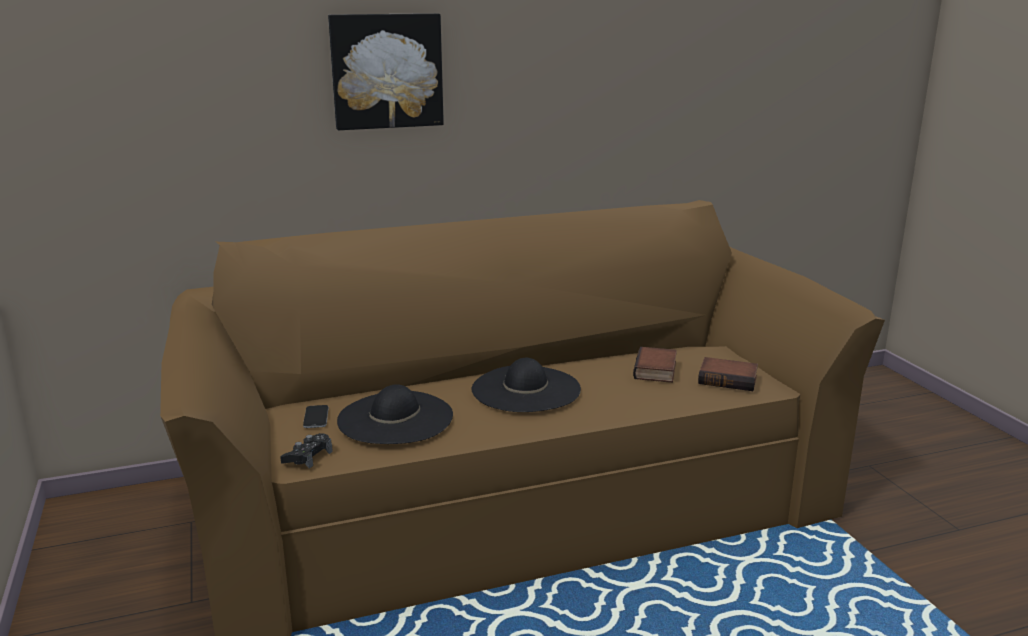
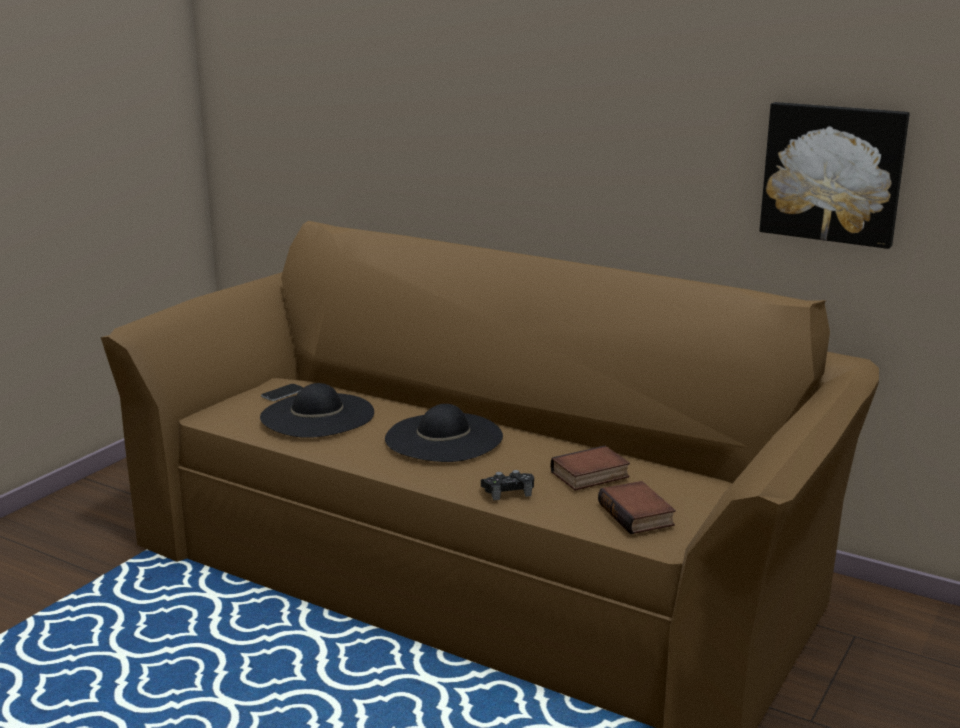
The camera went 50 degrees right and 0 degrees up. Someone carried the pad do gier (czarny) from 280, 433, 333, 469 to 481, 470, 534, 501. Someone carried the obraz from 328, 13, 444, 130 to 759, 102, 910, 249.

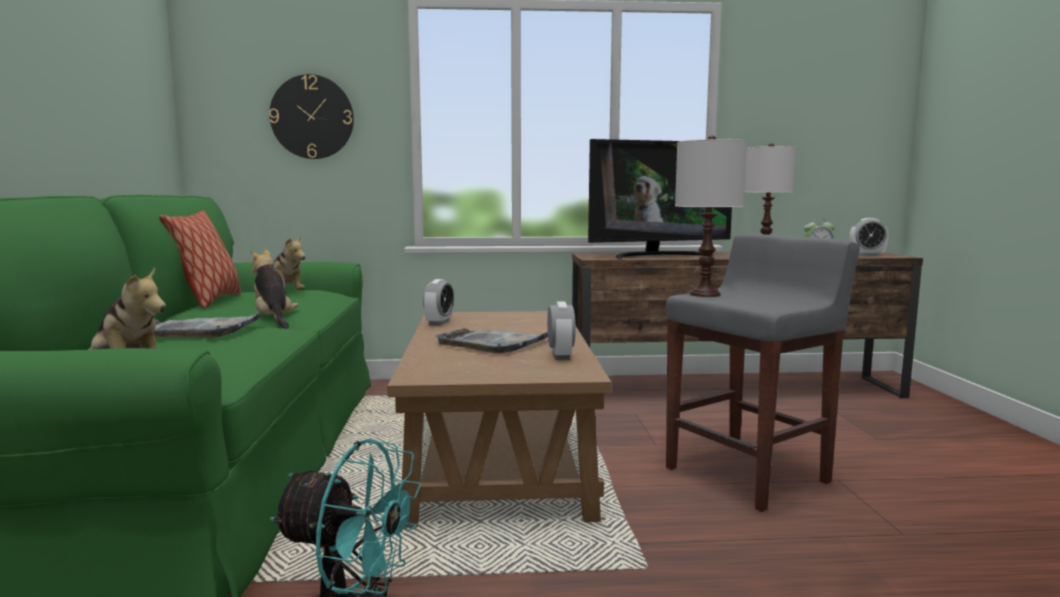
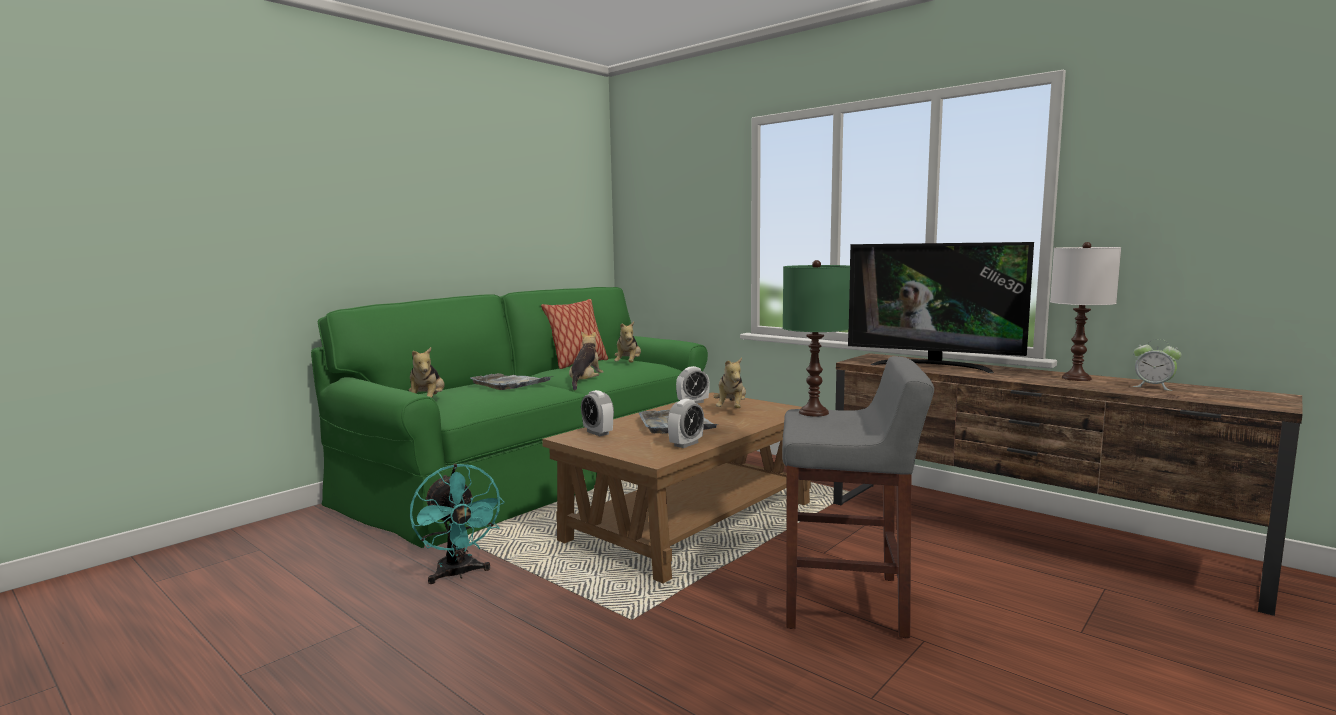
The camera went 45 degrees right and 0 degrees up. Someone took away the zegar ścienny at 269, 74, 354, 159. Someone put down the pluszak at 714, 357, 746, 408. Someone carried the budzik from 849, 218, 888, 256 to 581, 390, 614, 436. Someone repainted the lampa stołowa (biały) at 675, 135, 747, 297, which became the lampa stołowa (zielony) at 783, 260, 850, 416.

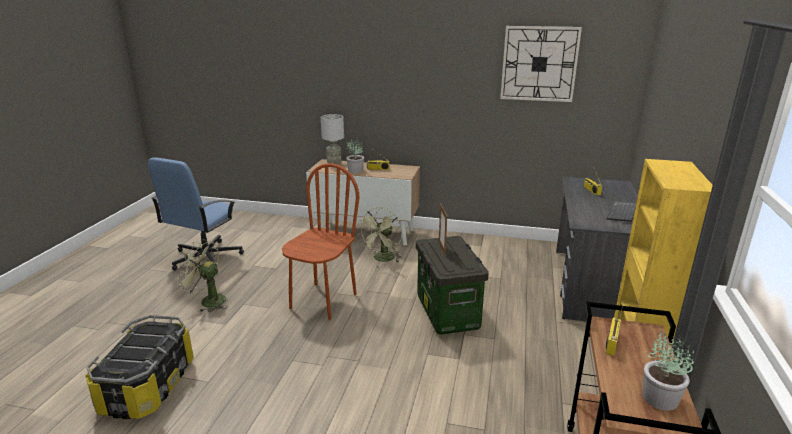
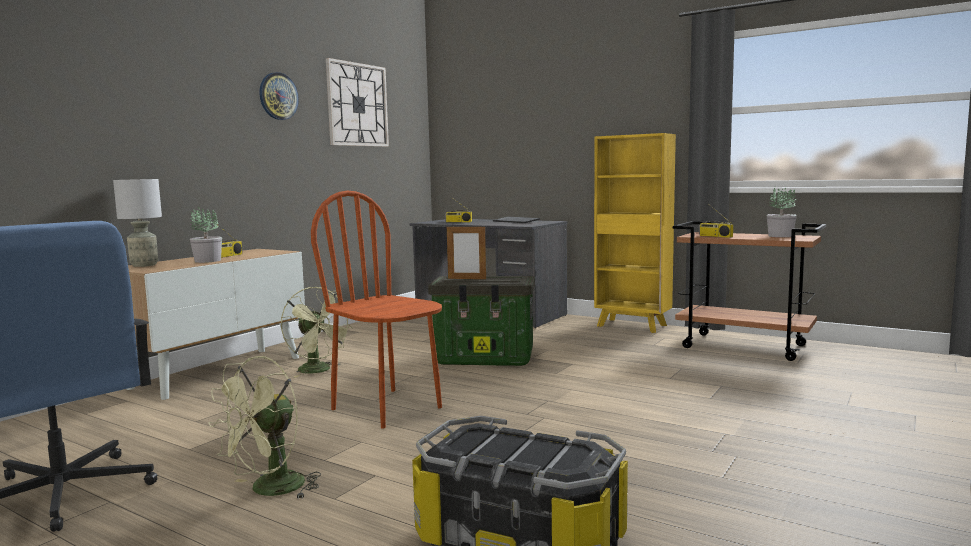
The camera went 70 degrees left and 15 degrees down. Someone put up the zegar ścienny at 259, 72, 299, 120.

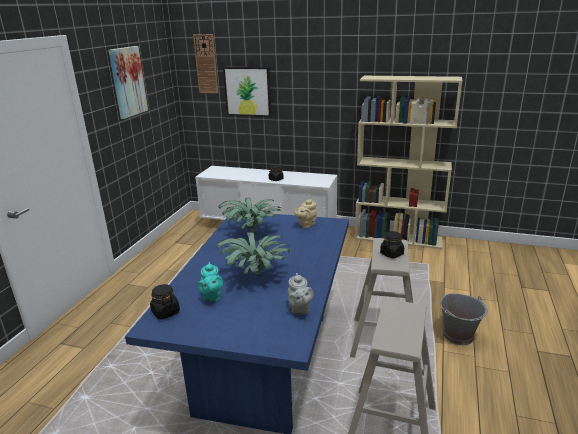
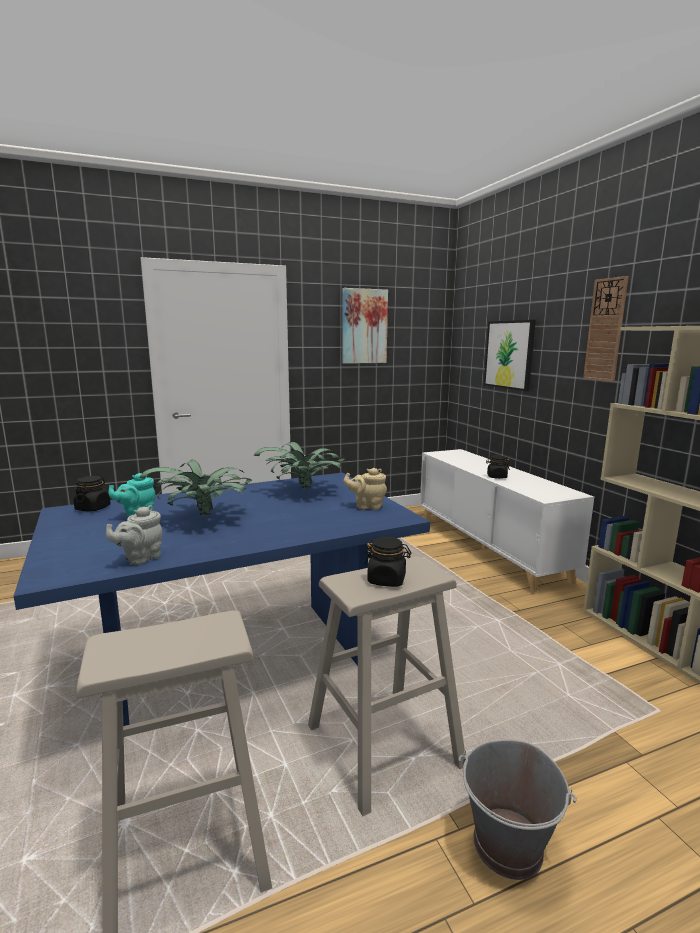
The camera went 50 degrees right and 10 degrees down. Someone carried the zegar ścienny from 193, 34, 218, 93 to 583, 276, 629, 382.

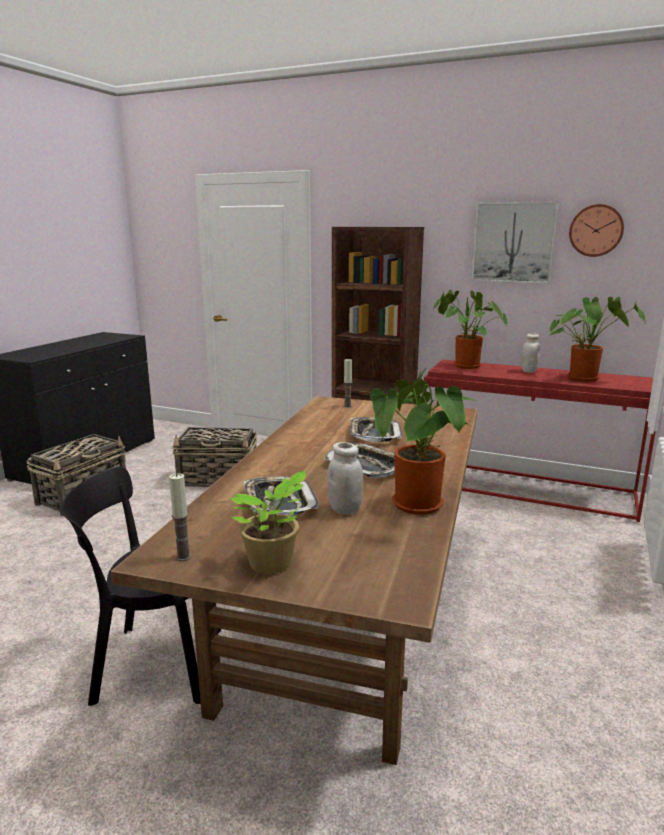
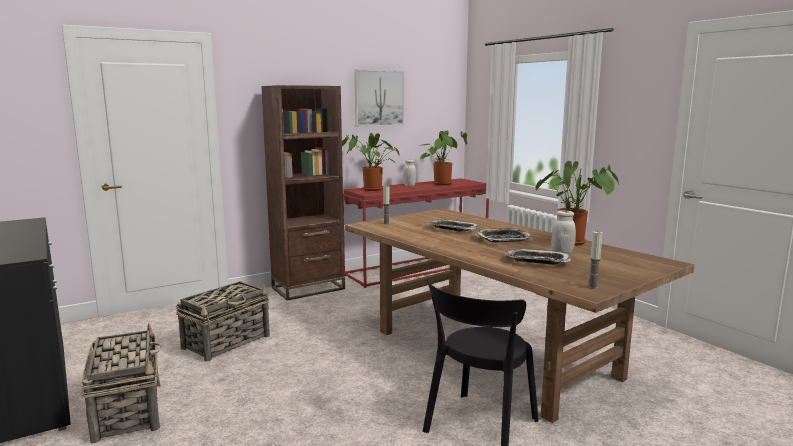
The camera went 55 degrees left and 5 degrees down. Someone took away the roślina doniczkowa at 230, 470, 306, 574. Someone took away the zegar ścienny at 569, 204, 624, 257.

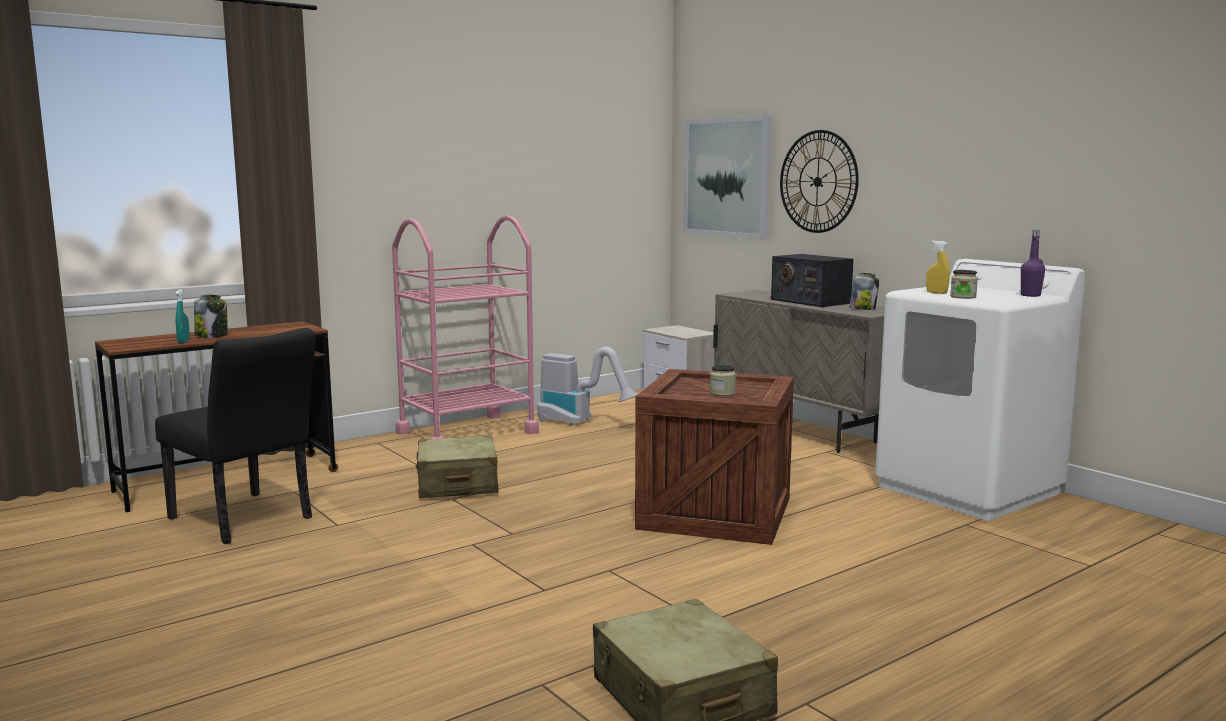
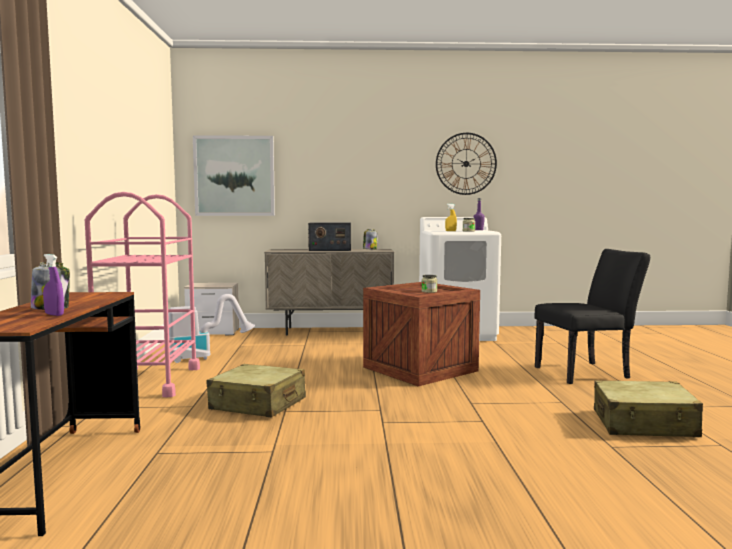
The camera went 55 degrees left and 5 degrees down. Someone carried the krzesło (czarny) from 155, 328, 316, 544 to 535, 249, 650, 384. Someone carried the zegar ścienny from 780, 130, 859, 233 to 436, 133, 497, 195. Someone repainted the spryskiwacz (turkusowy) at 176, 289, 190, 343, which became the spryskiwacz (fioletowy) at 43, 254, 64, 316.

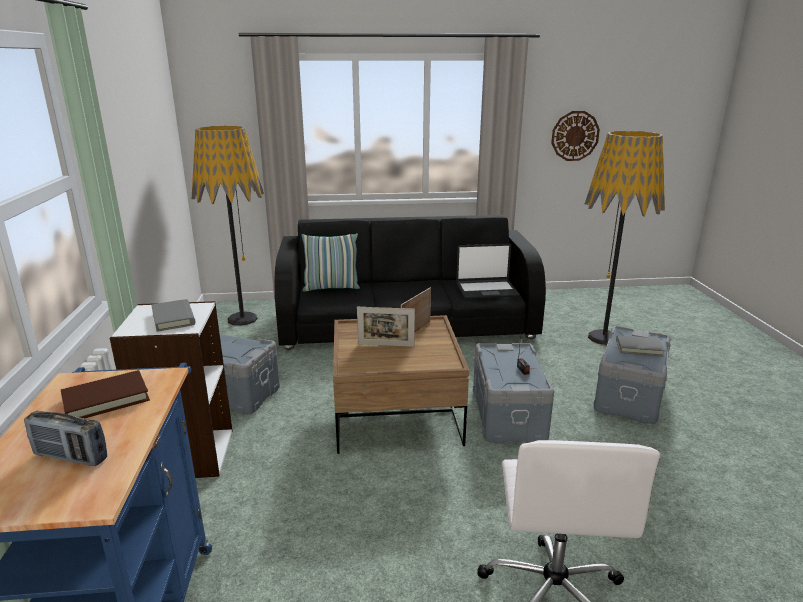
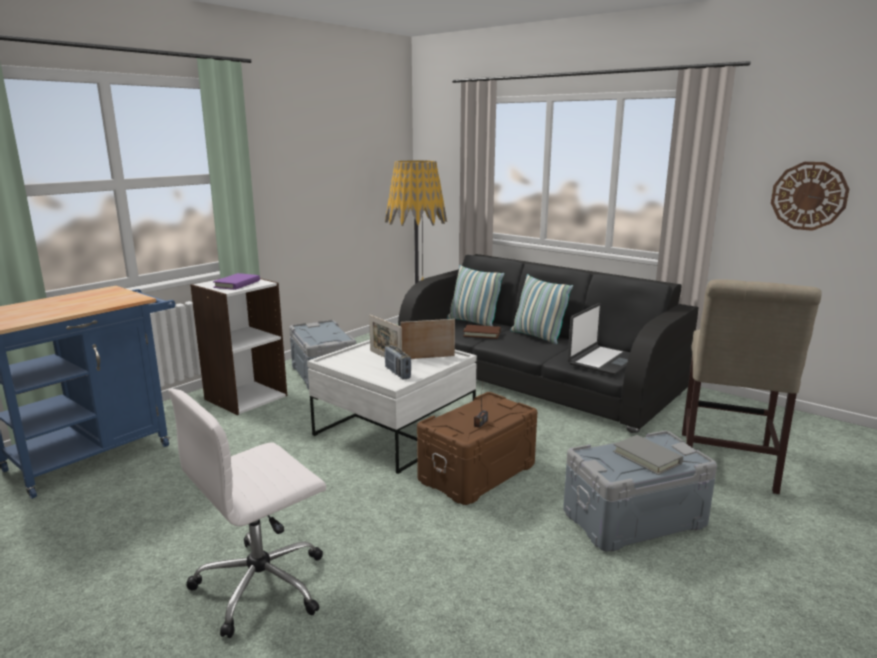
The camera went 45 degrees right and 5 degrees down. Someone put down the poduszka at 511, 274, 573, 344. Someone carried the radio from 24, 411, 107, 466 to 385, 345, 411, 379. Someone carried the książka (brązowy) from 61, 370, 150, 418 to 463, 325, 501, 339. Someone swapped the lampa stojąca at 585, 131, 665, 345 for the krzesło (beżowy) at 682, 279, 822, 494. Someone repainted the książka (szary) at 151, 299, 195, 332, which became the książka (fioletowy) at 213, 273, 260, 290. Someone repainted the ława (brązowy) at 333, 315, 469, 454, which became the ława (biały) at 307, 340, 477, 474. Someone repainted the pojemnik do przechowywania (szary) at 473, 343, 554, 443, which became the pojemnik do przechowywania (brązowy) at 417, 392, 537, 505. Someone rotated the laptop at 456, 243, 519, 299 by 90 degrees counterclockwise.

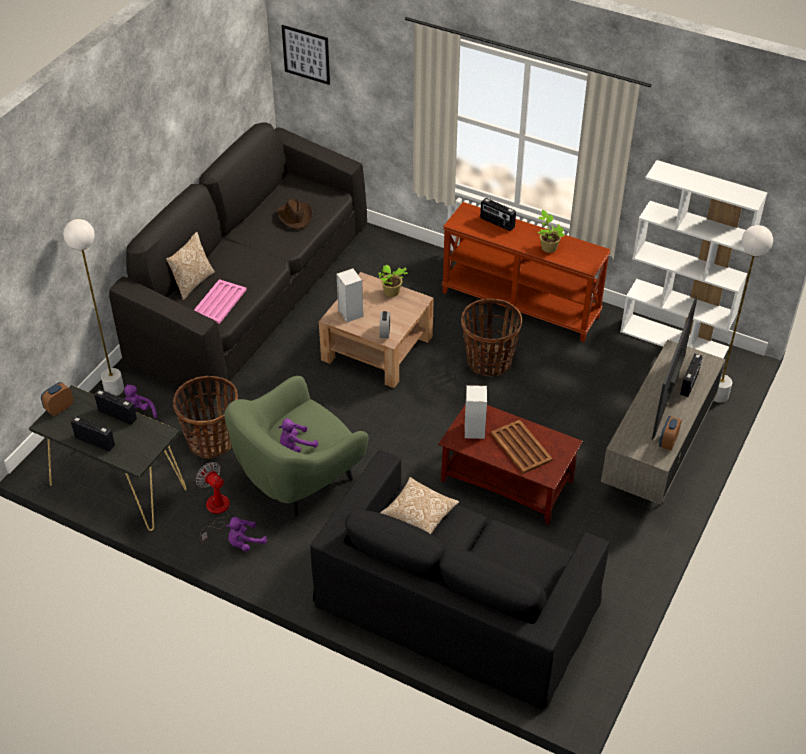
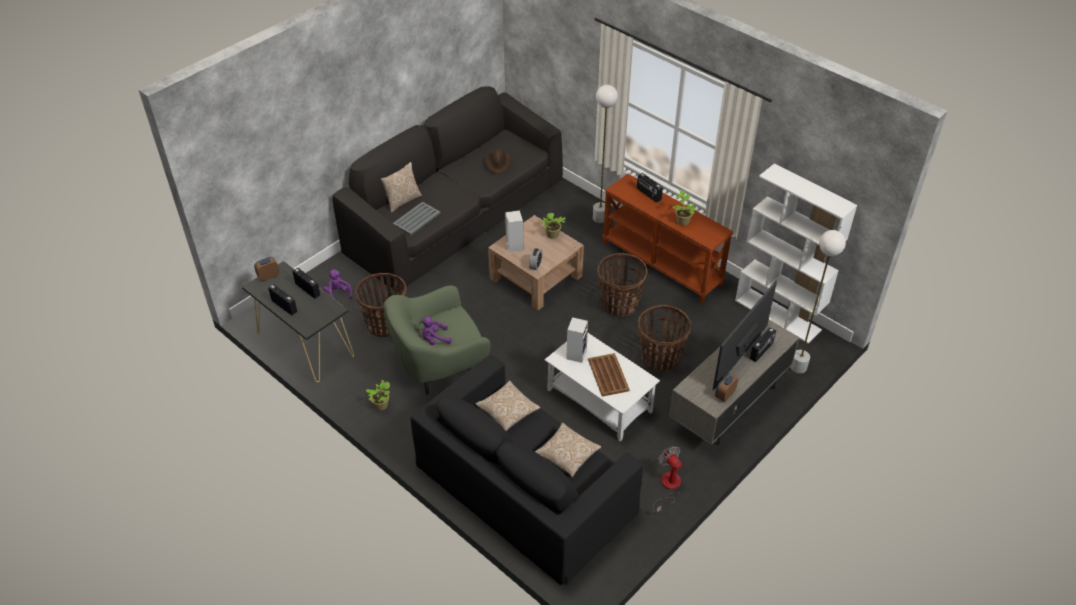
The camera went 15 degrees right and 0 degrees up. Someone took away the obraz at 281, 25, 330, 85. Someone put down the poduszka at 535, 422, 601, 477. Someone put down the koszyk at 638, 305, 691, 371. Someone carried the lampa stojąca (biały) from 63, 219, 124, 396 to 593, 85, 618, 223. Someone carried the wentylator from 196, 462, 230, 543 to 653, 446, 682, 513. Someone swapped the pluszak (fioletowy) at 226, 517, 267, 552 for the roślina doniczkowa at 365, 380, 390, 410. Someone repainted the taca (różowy) at 194, 279, 247, 324, which became the taca (szary) at 393, 202, 440, 235. Someone repainted the ława (brązowy) at 438, 404, 583, 525, which became the ława (biały) at 545, 333, 660, 442.

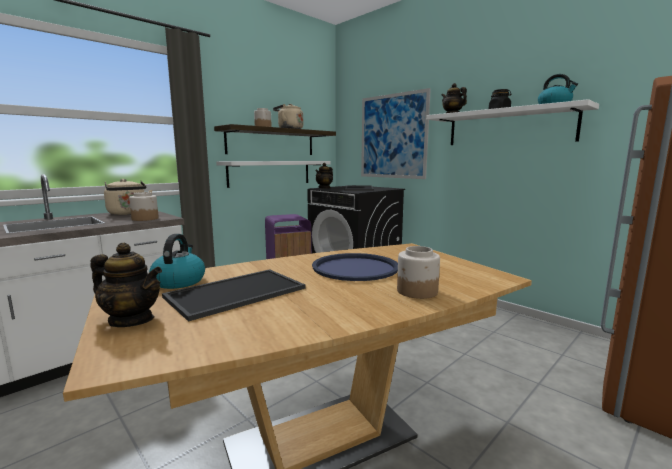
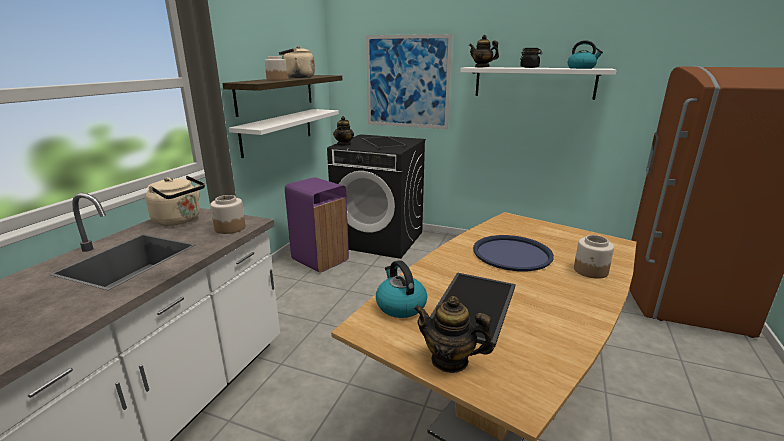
The camera went 25 degrees left and 10 degrees up. Someone rotated the imbryk at 90, 243, 162, 327 by 150 degrees counterclockwise.

